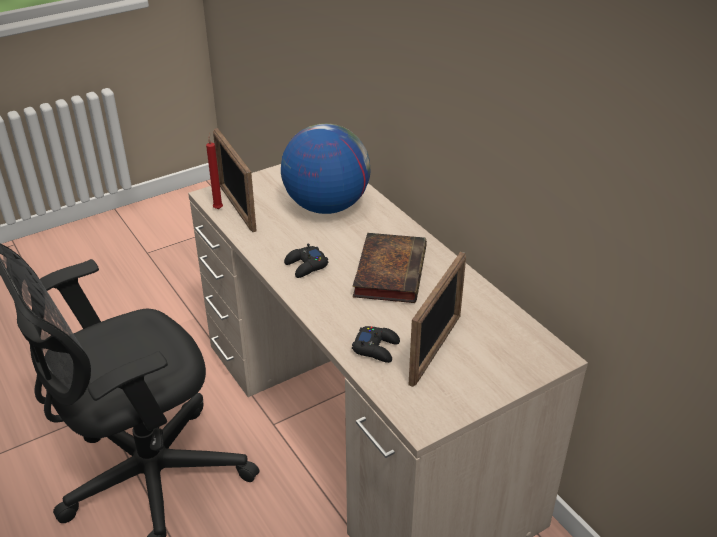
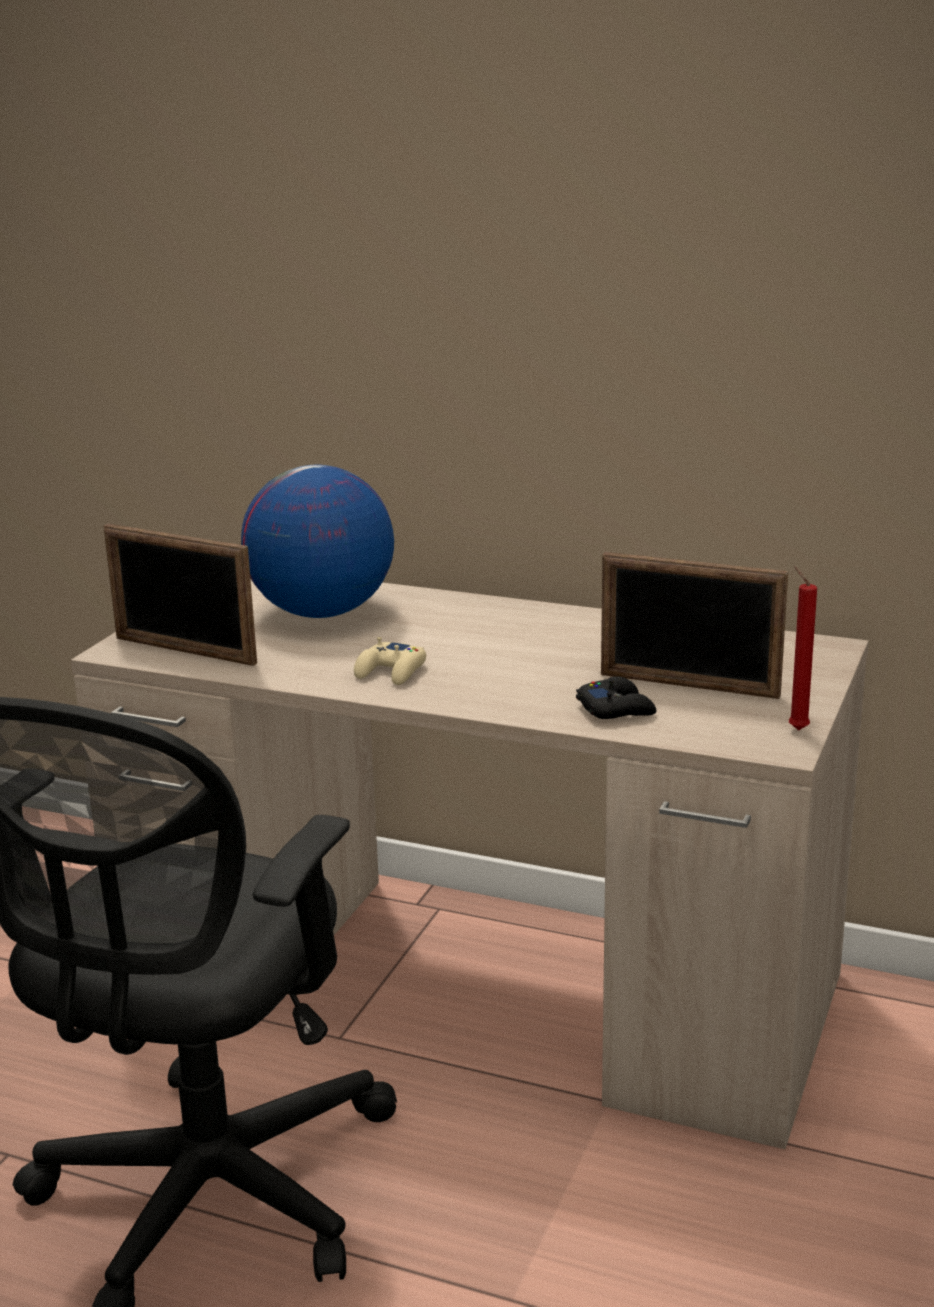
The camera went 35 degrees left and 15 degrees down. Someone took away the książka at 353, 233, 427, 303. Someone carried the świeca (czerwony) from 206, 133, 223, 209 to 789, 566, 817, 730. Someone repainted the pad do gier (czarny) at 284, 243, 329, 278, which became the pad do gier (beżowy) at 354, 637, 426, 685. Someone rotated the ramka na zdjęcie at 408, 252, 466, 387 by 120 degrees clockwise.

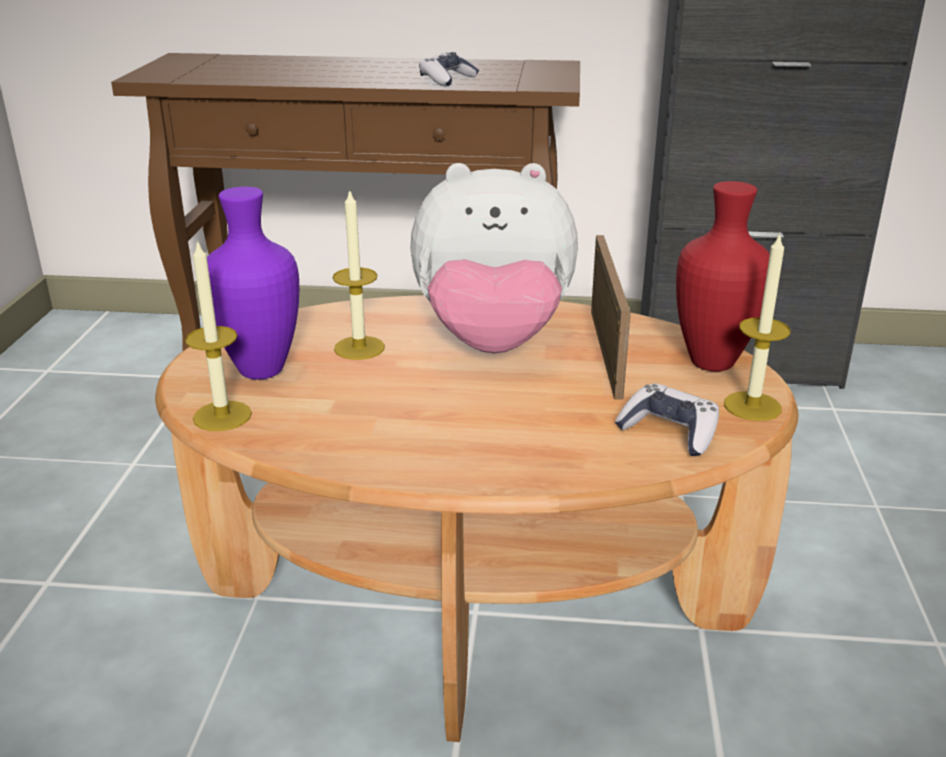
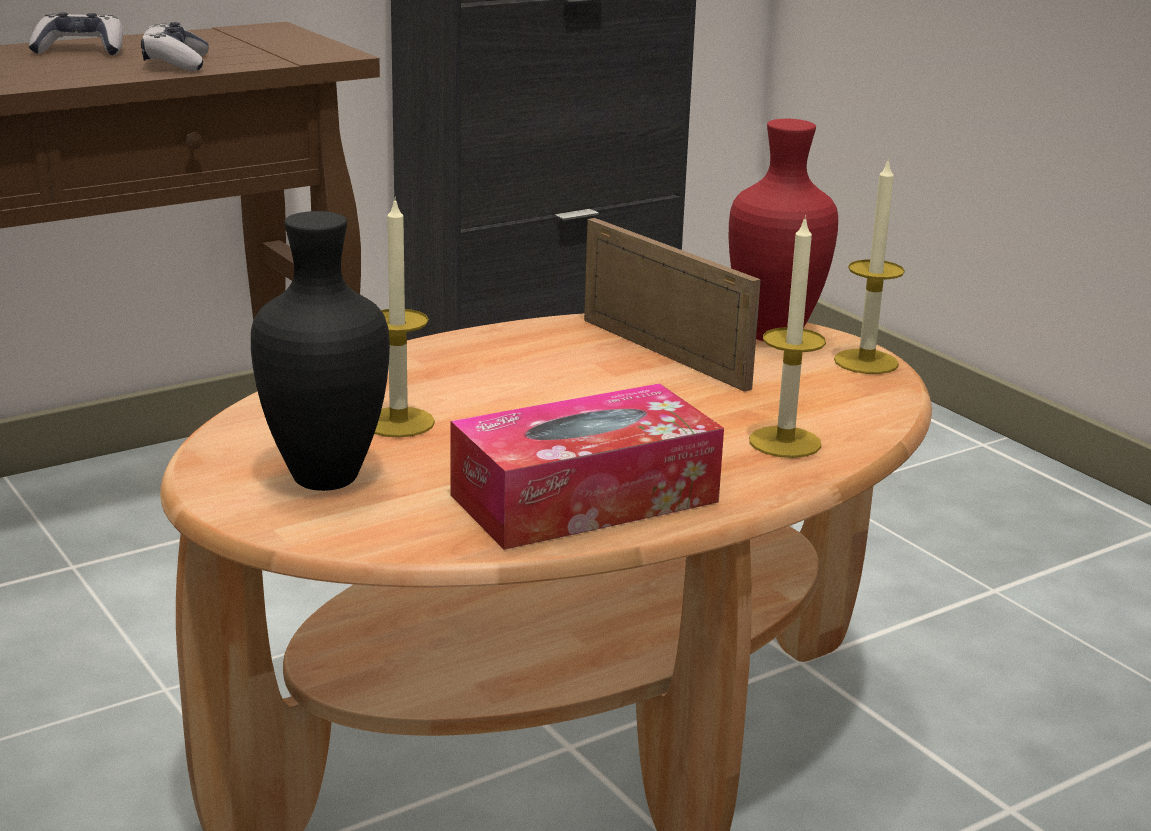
The camera went 40 degrees left and 5 degrees down. Someone took away the pluszak at 410, 163, 578, 353. Someone put down the pudełko chusteczek at 450, 383, 724, 550. Someone carried the świeca from 185, 240, 252, 431 to 749, 215, 826, 458. Someone carried the pad do gier from 615, 383, 719, 456 to 29, 12, 123, 55. Someone repainted the wazon (fioletowy) at 207, 187, 299, 379, which became the wazon (czarny) at 251, 211, 390, 491.

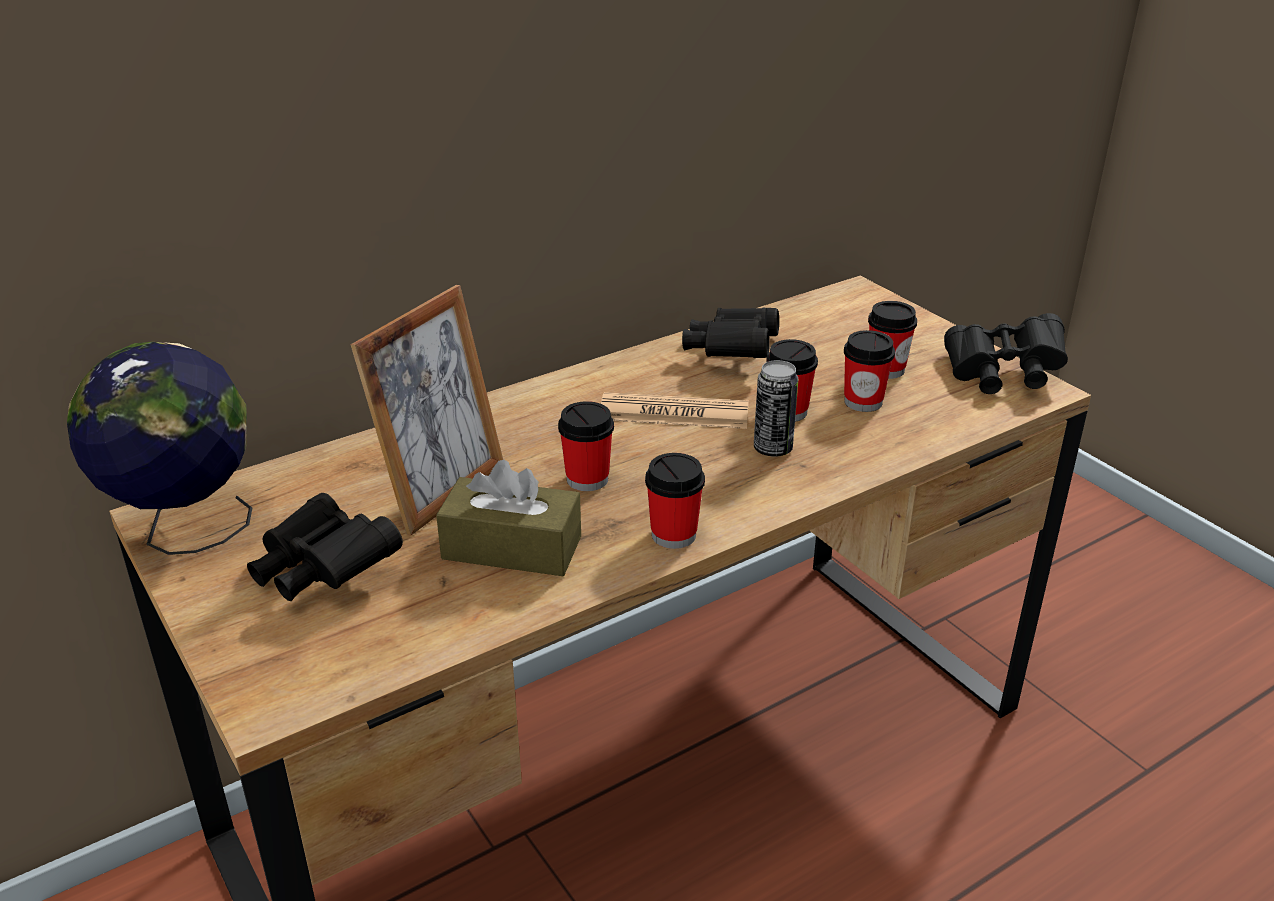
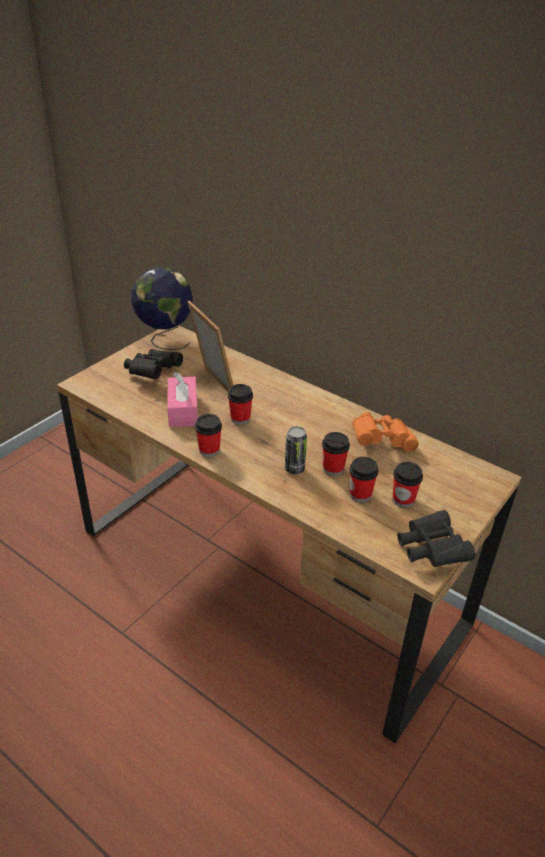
The camera went 70 degrees right and 5 degrees up. Someone took away the gazeta at 601, 392, 749, 429. Someone repainted the pudełko chusteczek (brązowy) at 436, 460, 581, 576, which became the pudełko chusteczek (różowy) at 168, 372, 198, 427. Someone repainted the lornetka (czarny) at 682, 307, 779, 358, which became the lornetka (pomarańczowy) at 352, 412, 419, 452. Someone rotated the ramka na zdjęcie at 351, 285, 503, 535 by 135 degrees counterclockwise.

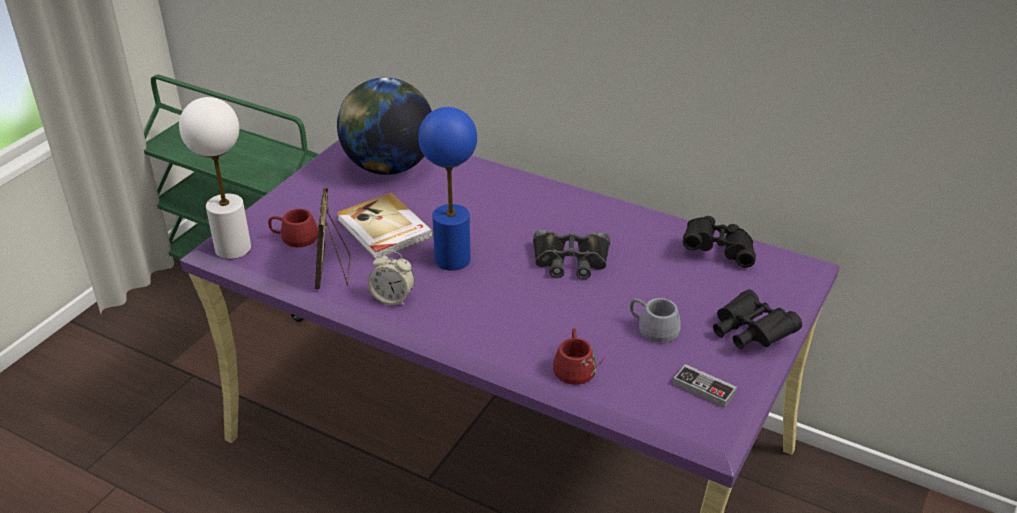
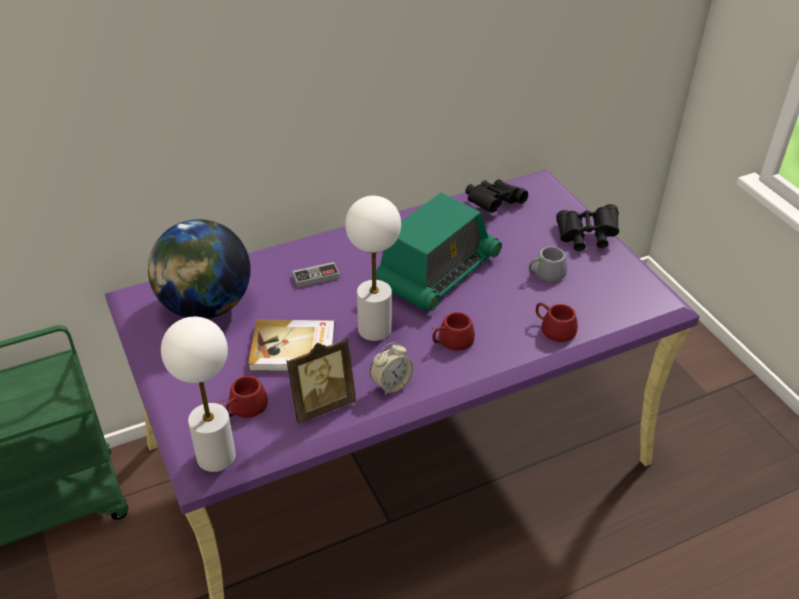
The camera went 55 degrees left and 5 degrees up. Someone put down the kubek (czerwony) at 431, 312, 475, 351. Someone carried the pad do gier from 673, 364, 737, 408 to 292, 262, 340, 287. Someone swapped the lornetka (czarny) at 533, 230, 610, 279 for the radio at 376, 193, 502, 311. Someone repainted the lampa stołowa (niebieski) at 418, 107, 477, 271, which became the lampa stołowa (biały) at 345, 196, 401, 341. Someone rotated the ramka na zdjęcie at 315, 188, 350, 289 by 60 degrees counterclockwise.

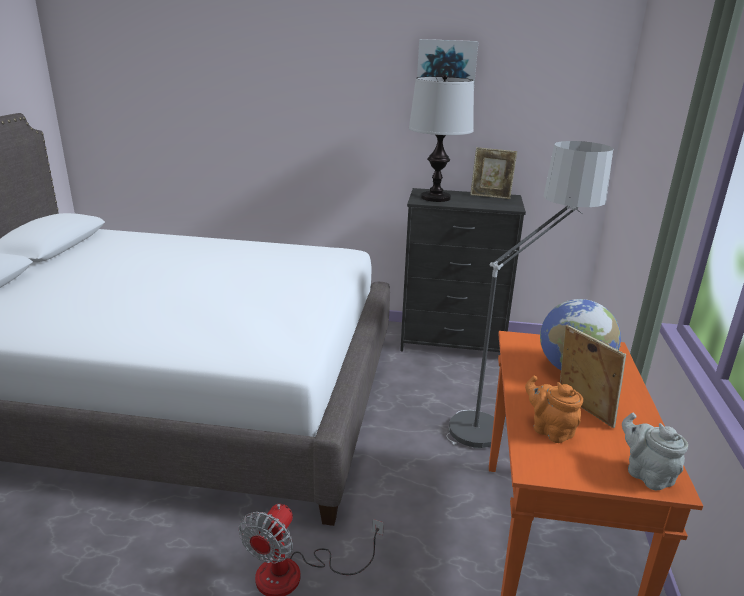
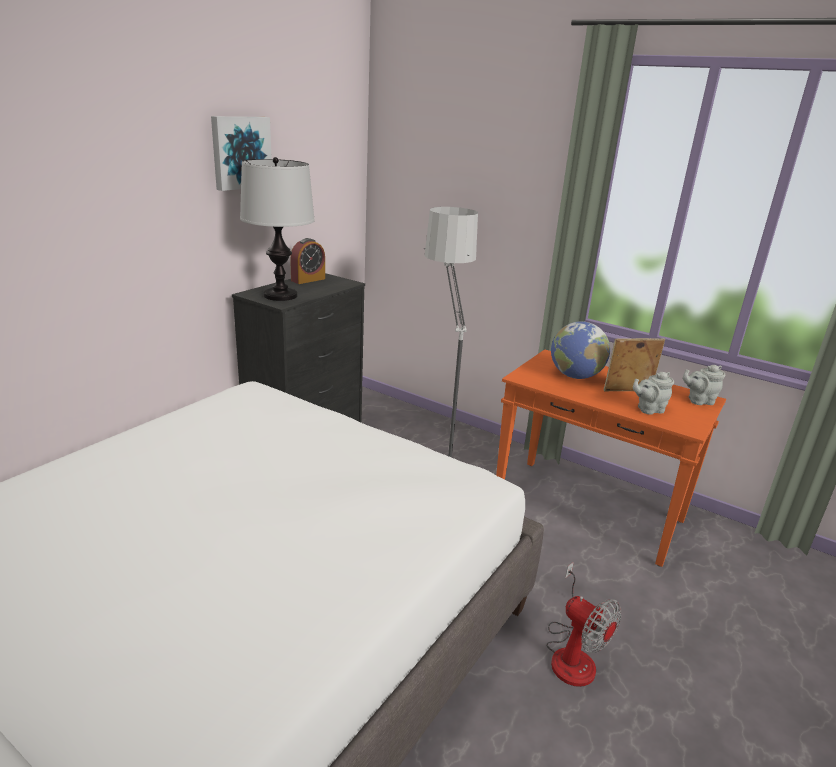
The camera went 65 degrees left and 0 degrees up. Someone swapped the ramka na zdjęcie at 470, 147, 517, 199 for the budzik at 290, 238, 325, 284. Someone repainted the imbryk (pomarańczowy) at 525, 375, 583, 443, which became the imbryk (szary) at 633, 372, 674, 415.

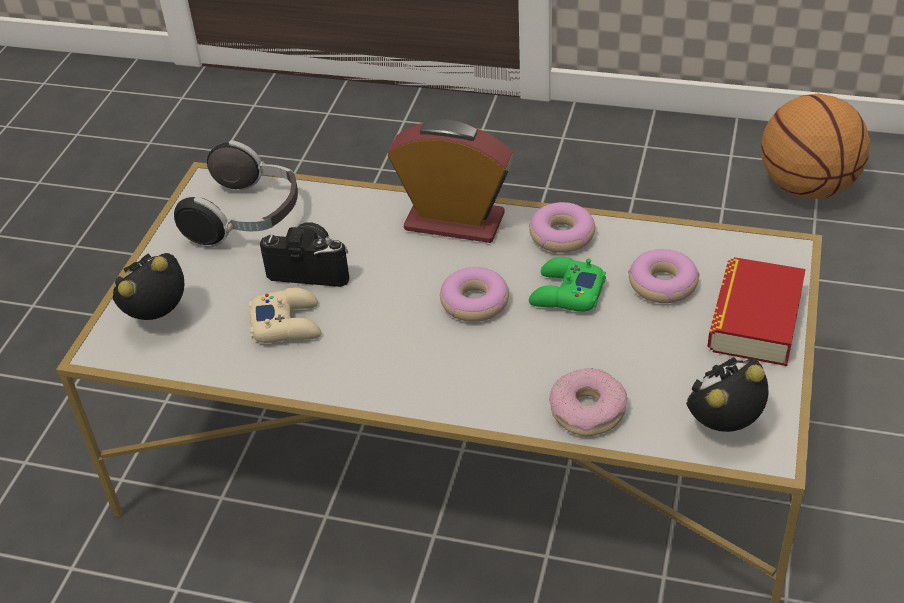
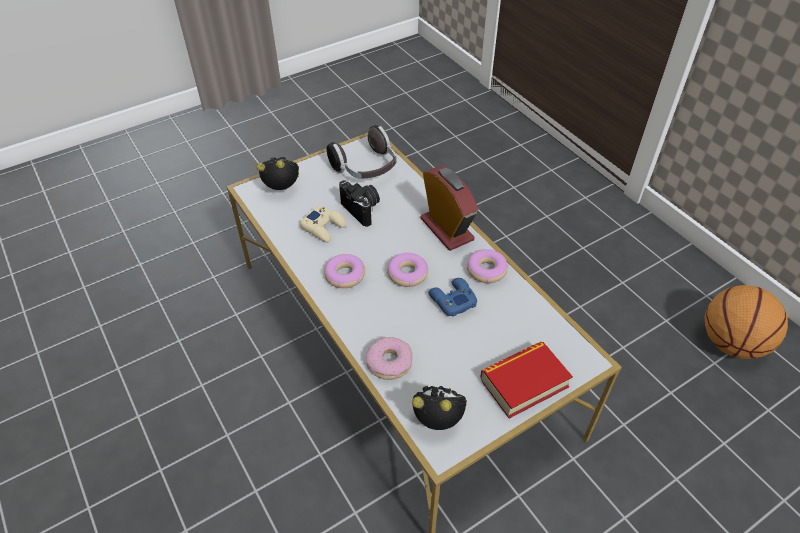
The camera went 40 degrees right and 5 degrees up. Someone carried the donut from 628, 249, 700, 303 to 324, 254, 365, 288. Someone repainted the pad do gier (zielony) at 529, 257, 606, 312, which became the pad do gier (niebieski) at 428, 278, 477, 317.

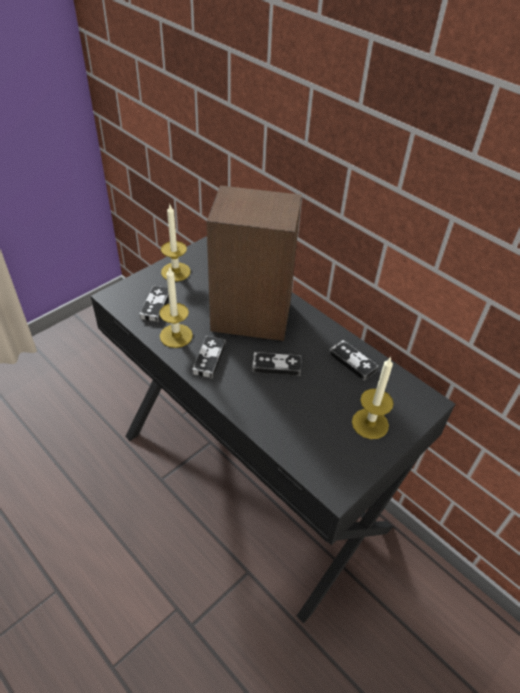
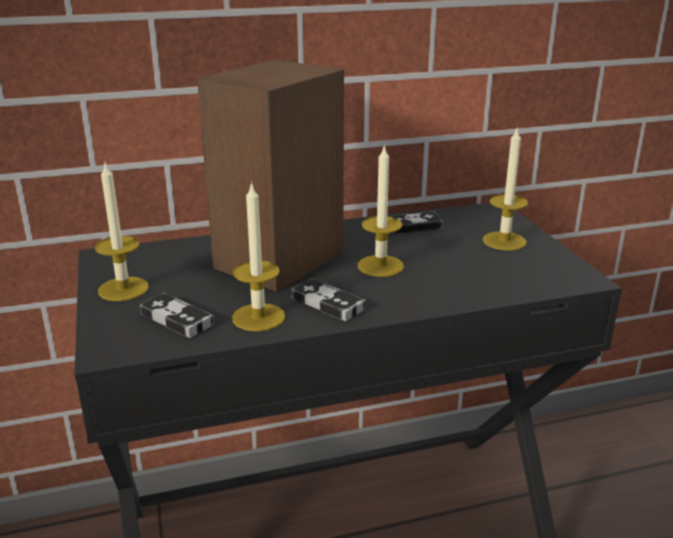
The camera went 60 degrees left and 20 degrees down. Someone swapped the pad do gier at 252, 352, 301, 376 for the świeca at 358, 144, 404, 277.

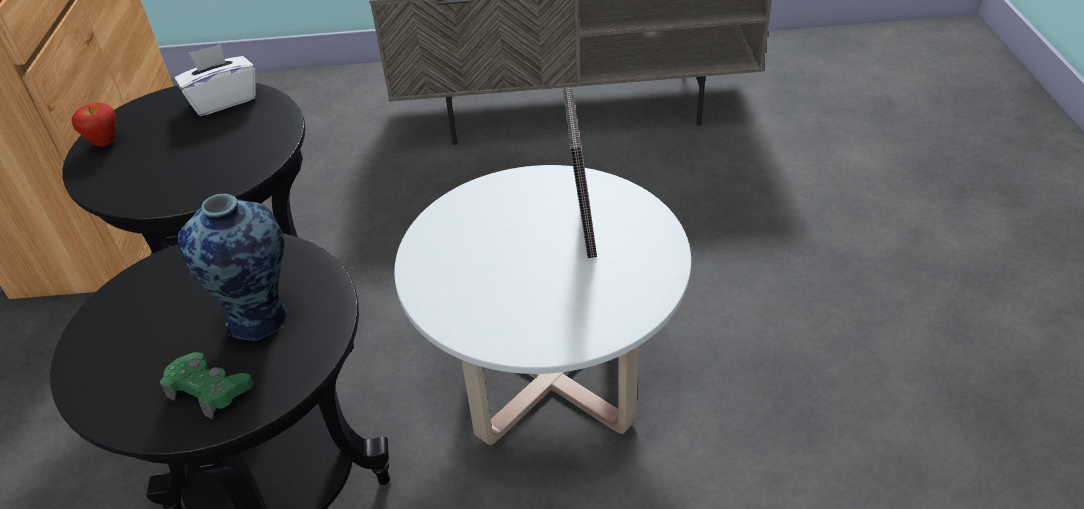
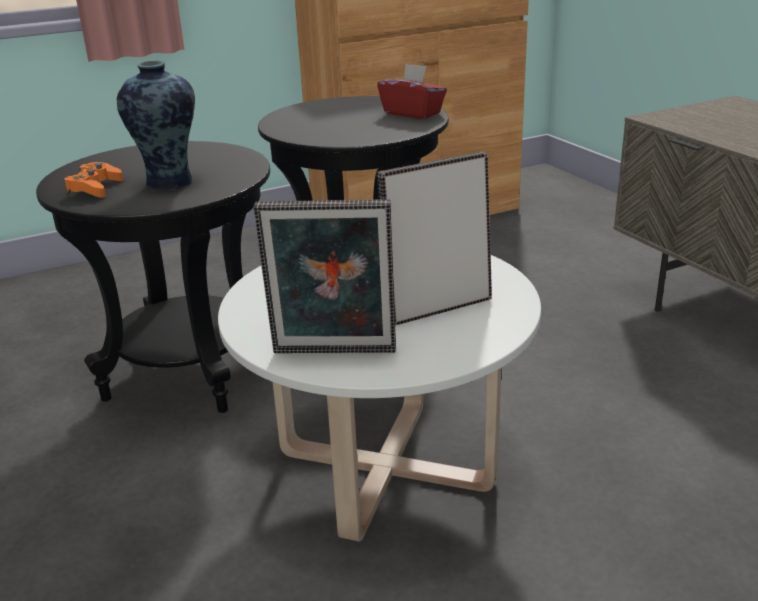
The camera went 65 degrees right and 15 degrees down. Someone took away the jabłko at 72, 103, 116, 147. Someone put down the ramka na zdjęcie at 253, 199, 396, 353. Someone repainted the pad do gier (zielony) at 160, 352, 254, 419, which became the pad do gier (pomarańczowy) at 64, 162, 123, 198. Someone repainted the pudełko chusteczek (biały) at 175, 43, 256, 116, which became the pudełko chusteczek (czerwony) at 377, 63, 447, 119.

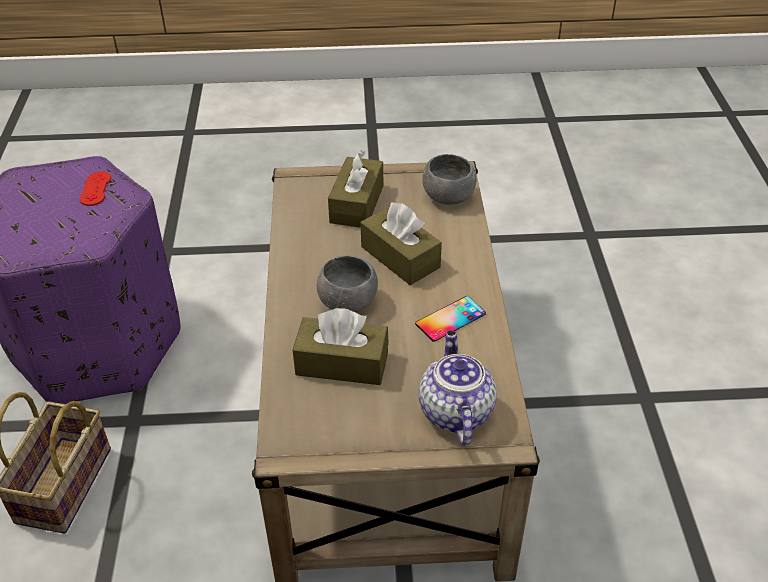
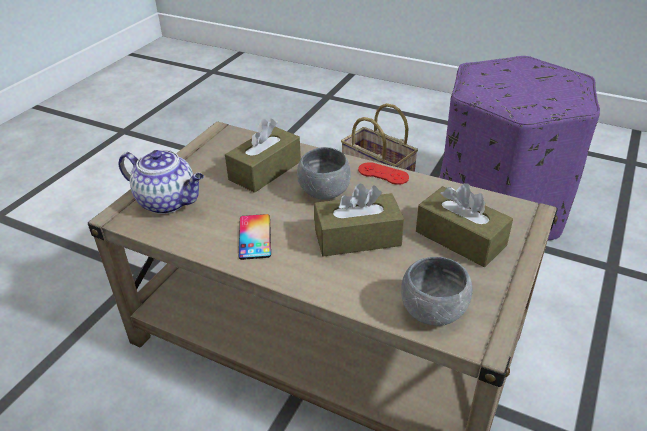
The camera went 120 degrees right and 5 degrees down. Someone carried the pad do gier (czerwony) from 80, 171, 111, 206 to 358, 162, 409, 185.

